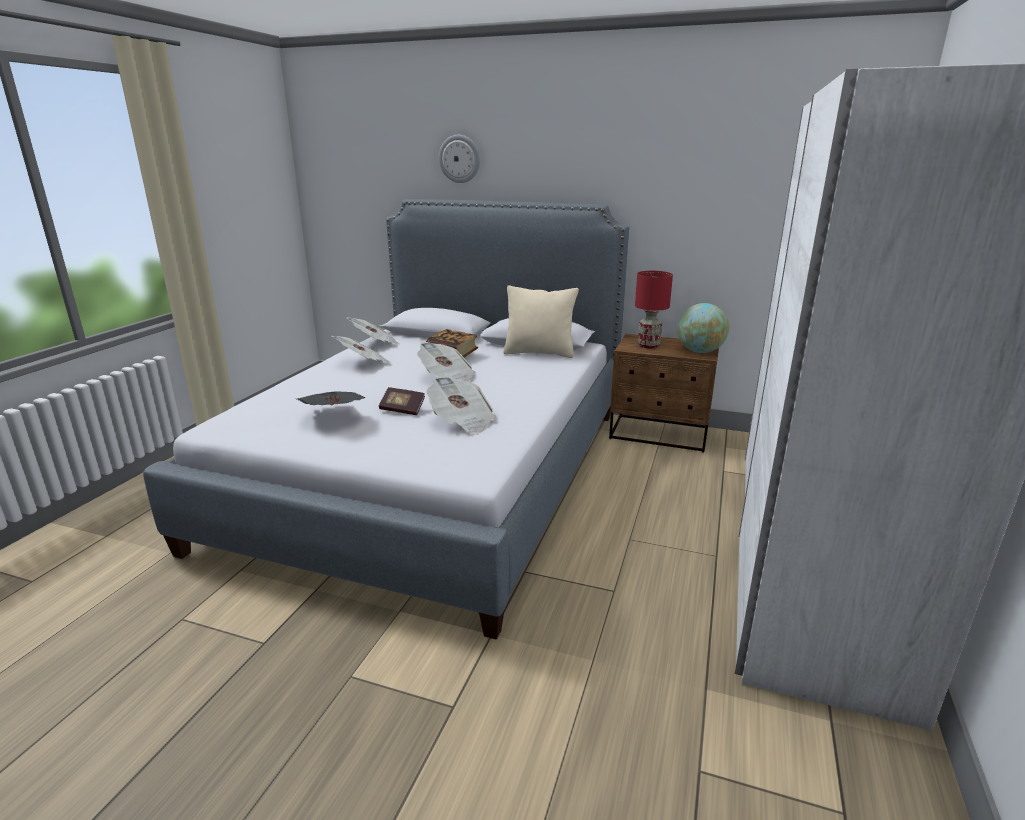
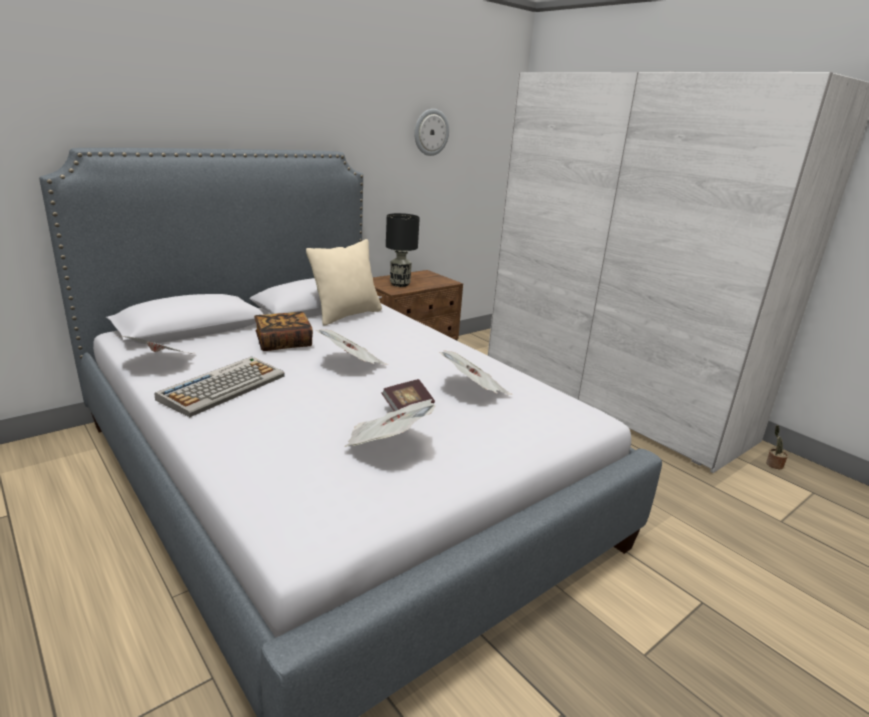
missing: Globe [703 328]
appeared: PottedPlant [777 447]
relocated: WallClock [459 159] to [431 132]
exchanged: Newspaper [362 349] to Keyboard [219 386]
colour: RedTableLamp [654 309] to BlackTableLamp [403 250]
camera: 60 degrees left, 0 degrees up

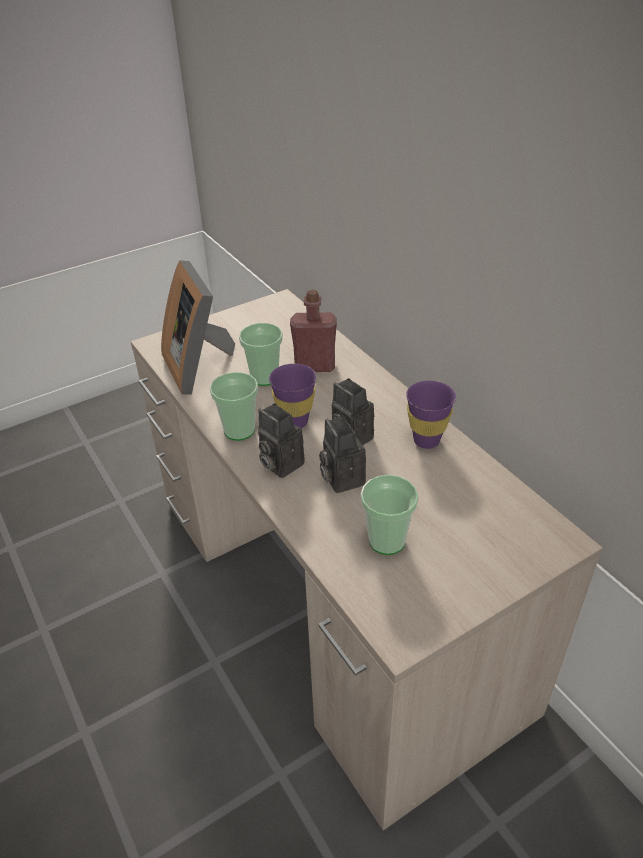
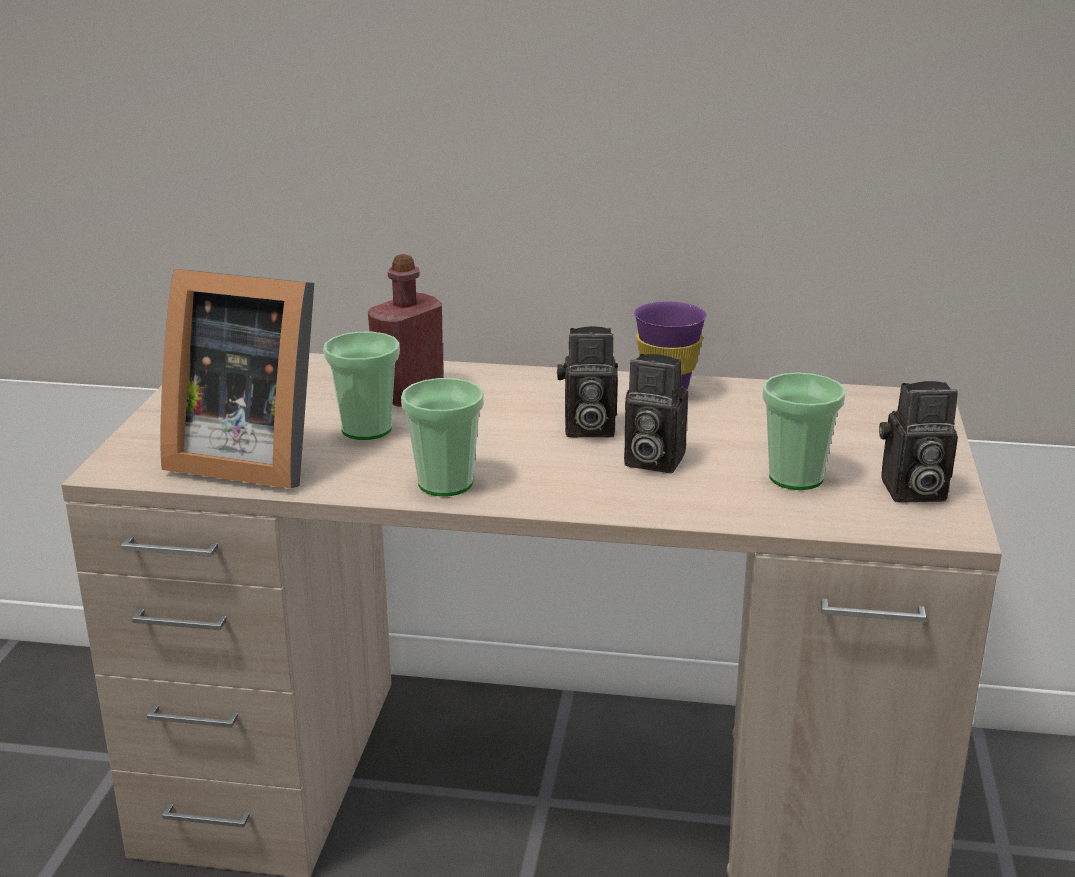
missing: PurpleCup [292 396]
relocated: PhotoCamera [281 440] to [918 442]
camera: 50 degrees left, 15 degrees down

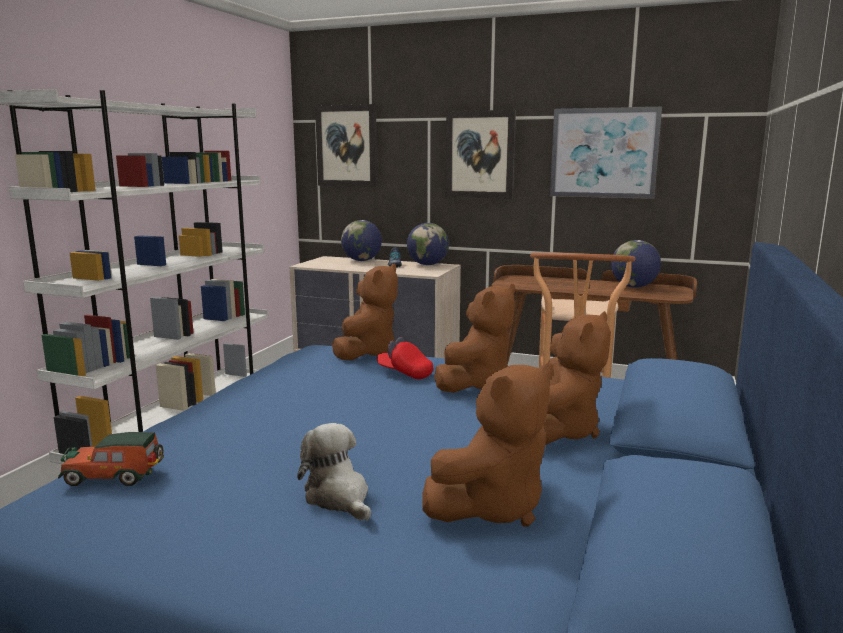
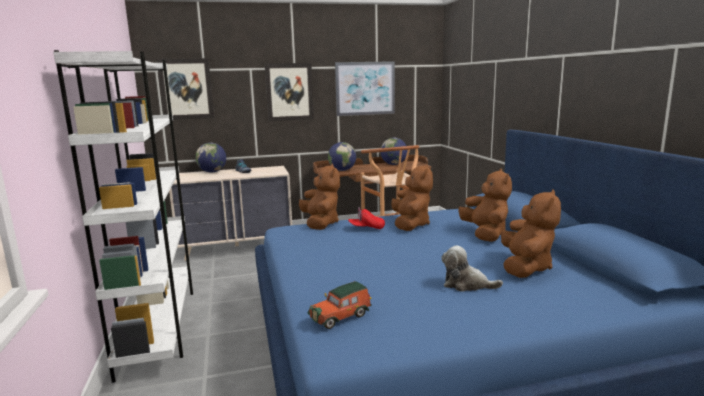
relocated: Globe [428 244] to [342 156]
camera: 35 degrees left, 0 degrees up

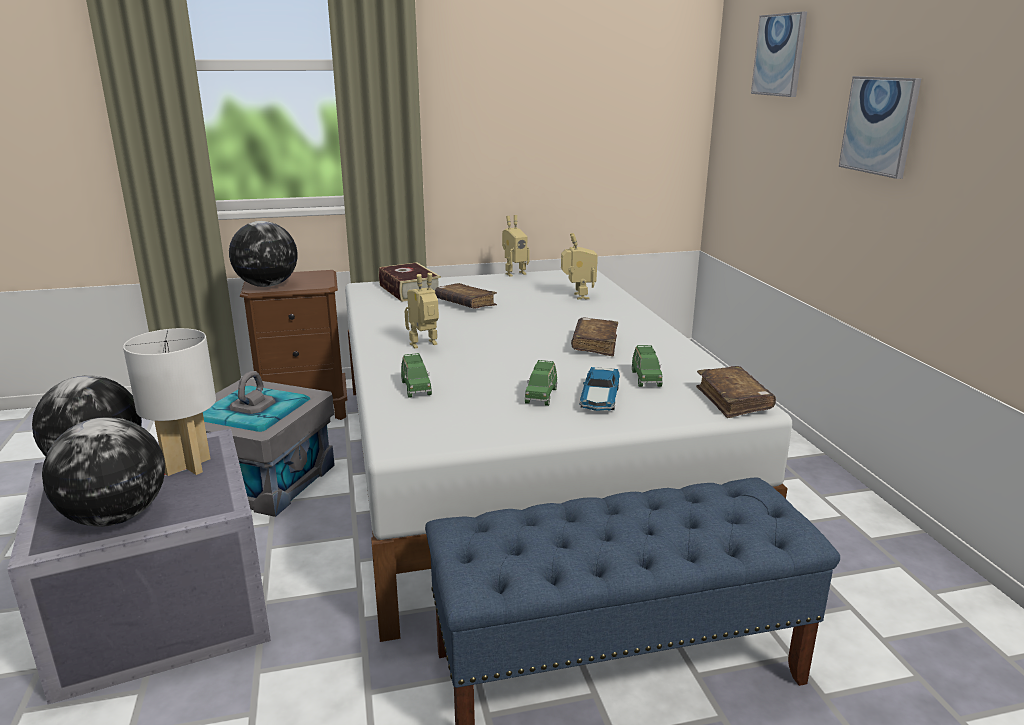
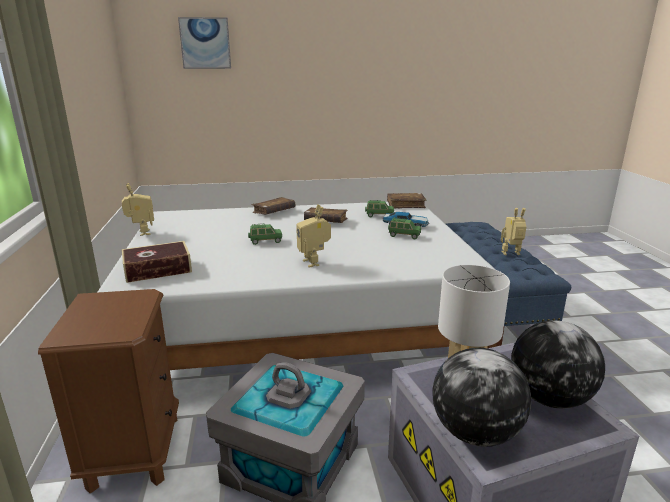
missing: Globe [263 254]; Picture [880 127]
relocated: GreenToyCar [416 375] to [265 234]; BrownBook [466 296] to [273 206]; ToyRobot [579 266] to [513 231]
camera: 85 degrees left, 0 degrees up

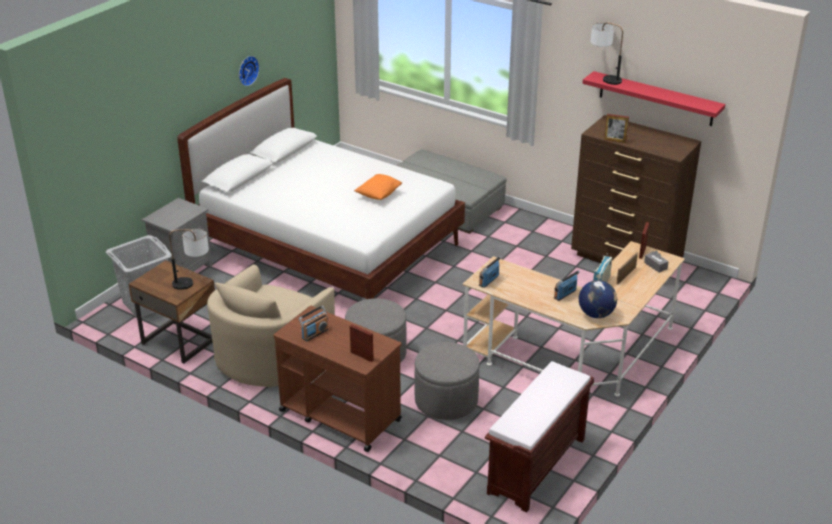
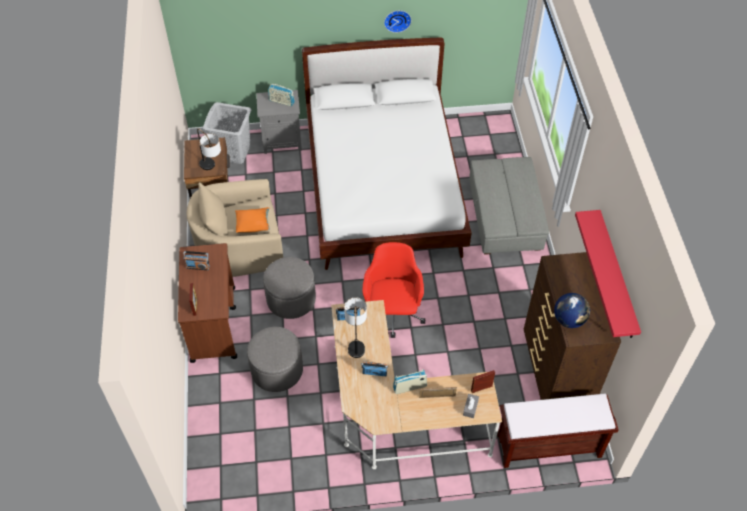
missing: PictureFrame [616 128]
appeared: Radio [281 95]; RedOfficeChair [393 290]
relocated: OrangePillow [378 187] to [252 220]; BrownBench [539 437] to [558 431]; Globe [598 299] to [572 310]; TableLamp [606 53] to [355 327]
camera: 50 degrees right, 20 degrees up

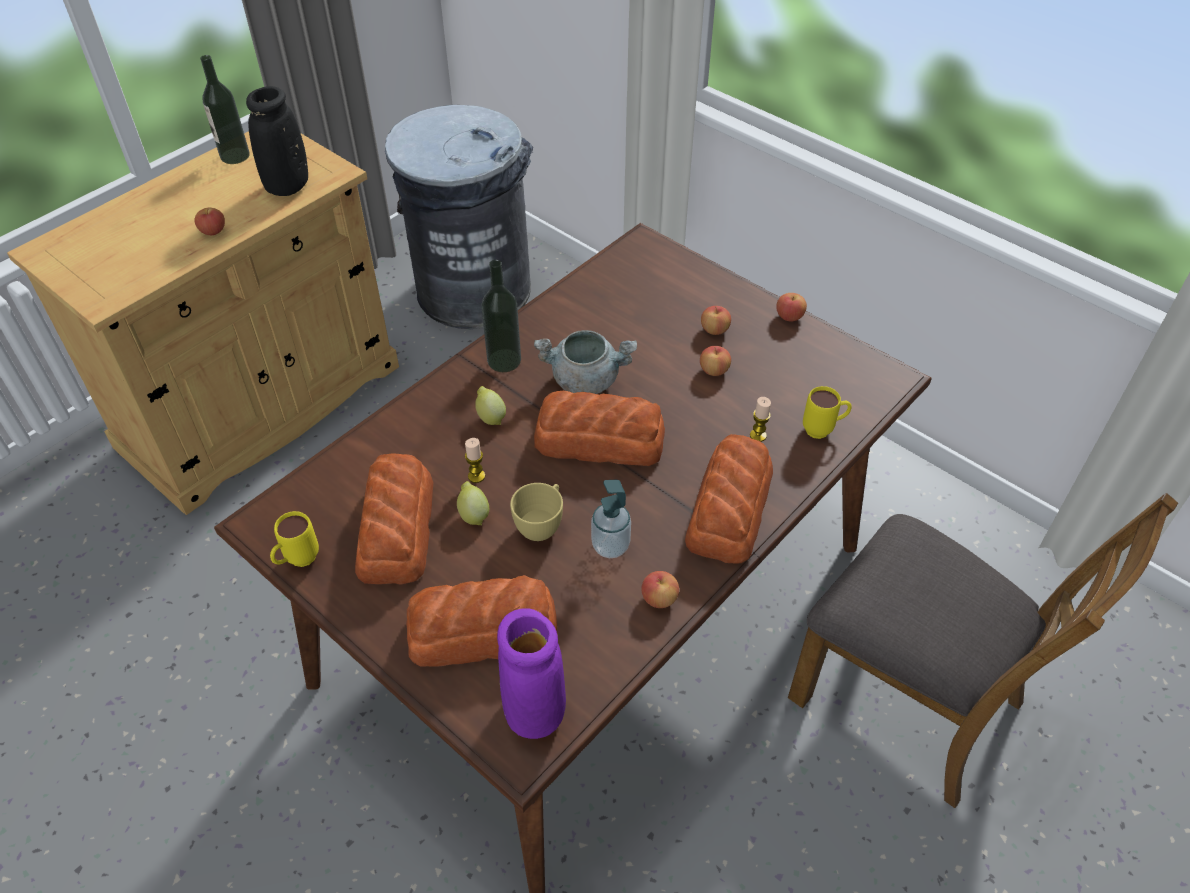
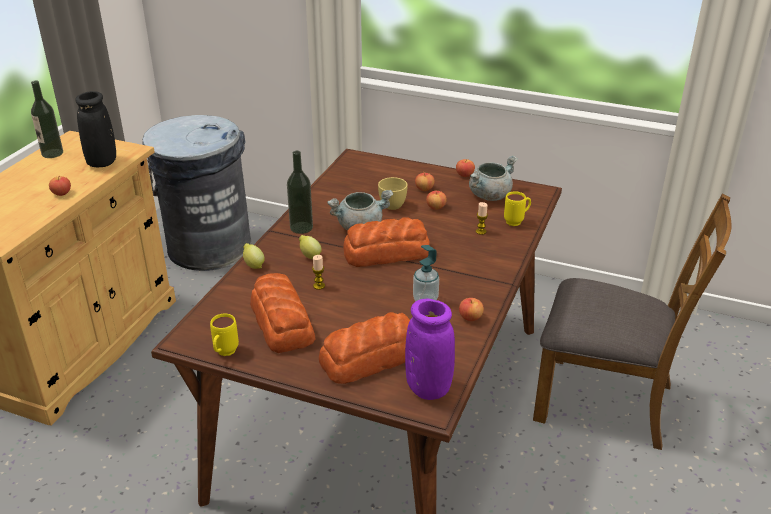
missing: Bread [729 498]
appeared: GreyCookingPot [493 178]
relocated: Lemon [473 503] to [254 256]; YellowCup [536 512] to [393 193]
camera: 20 degrees left, 15 degrees down

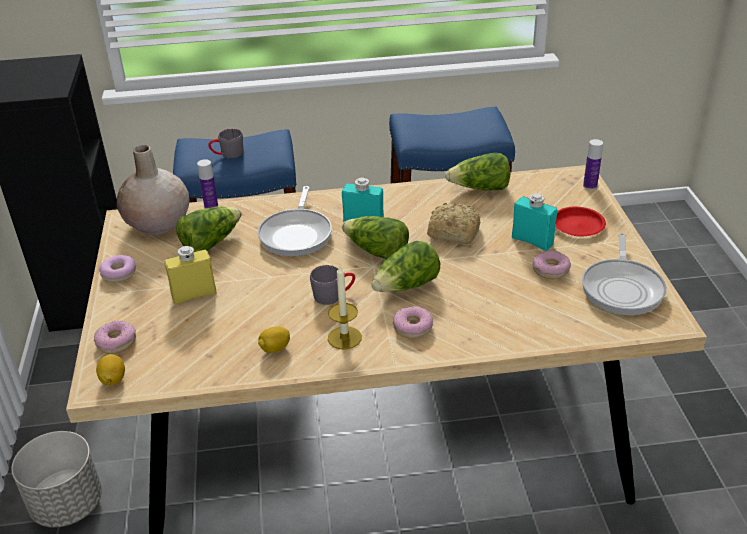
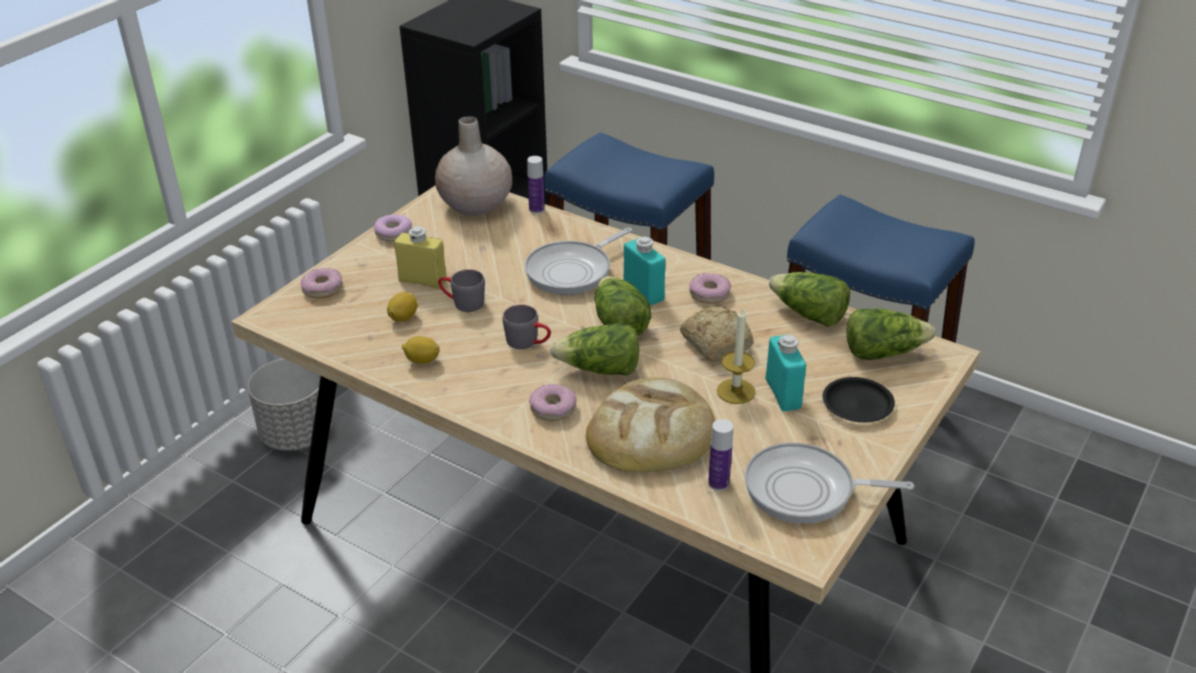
appeared: Bread [650 425]
relocated: Lemon [110 370] to [402 307]; Lettuce [209 229] to [891 334]; GreyMug [225 143] to [461 290]; Candle [345 307] to [736 355]; Donut [552 264] to [710 288]; Bottle [593 164] to [720 455]
colour: RedPlate [580 221] to BlackPlate [859 400]
spun: FryingPan [624 274] = [829 483] 45 degrees clockwise
camera: 40 degrees right, 0 degrees up

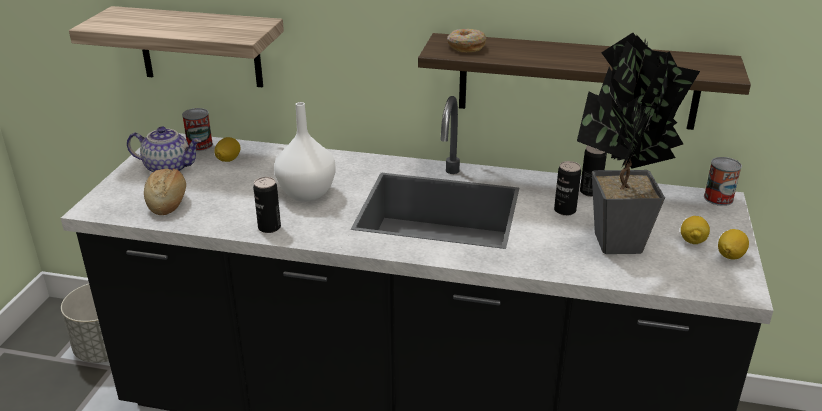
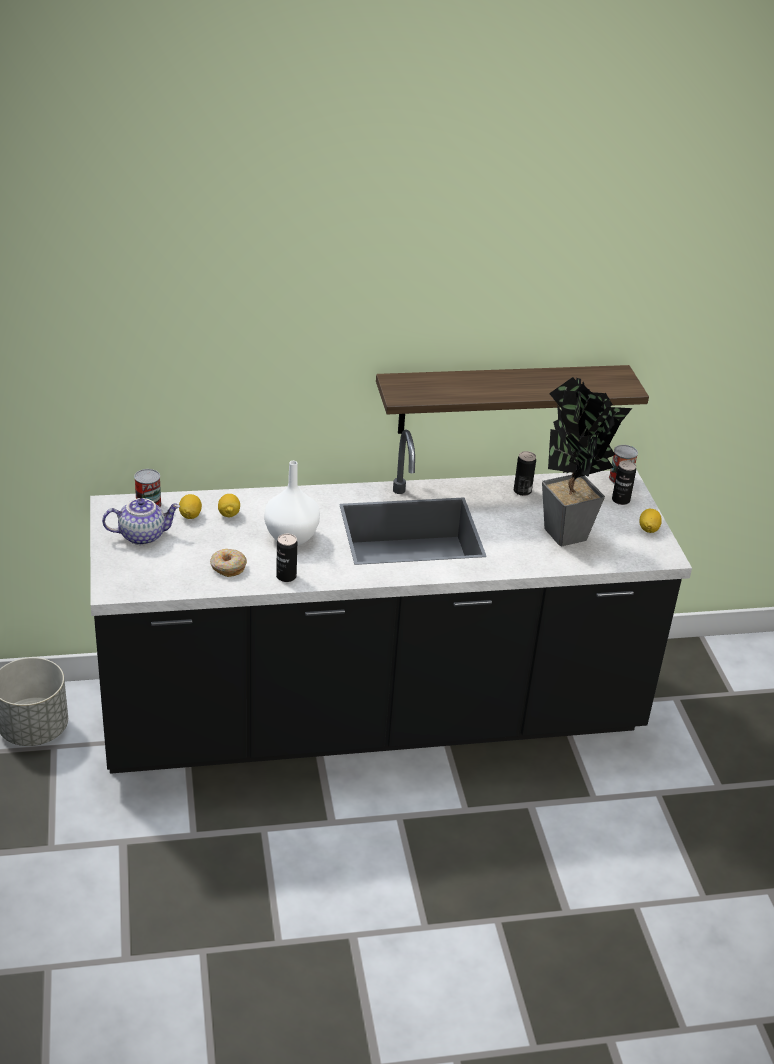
missing: Shelf [176 47]; Bread [165 191]
relocated: Donut [466 40] to [228 563]; Can [567 188] to [624 482]; Lemon [695 230] to [229 505]
camera: 25 degrees left, 5 degrees up

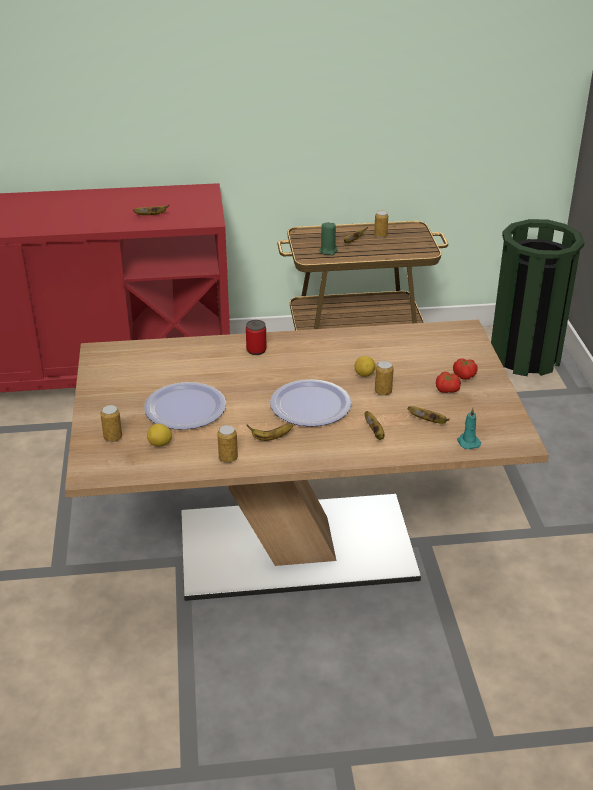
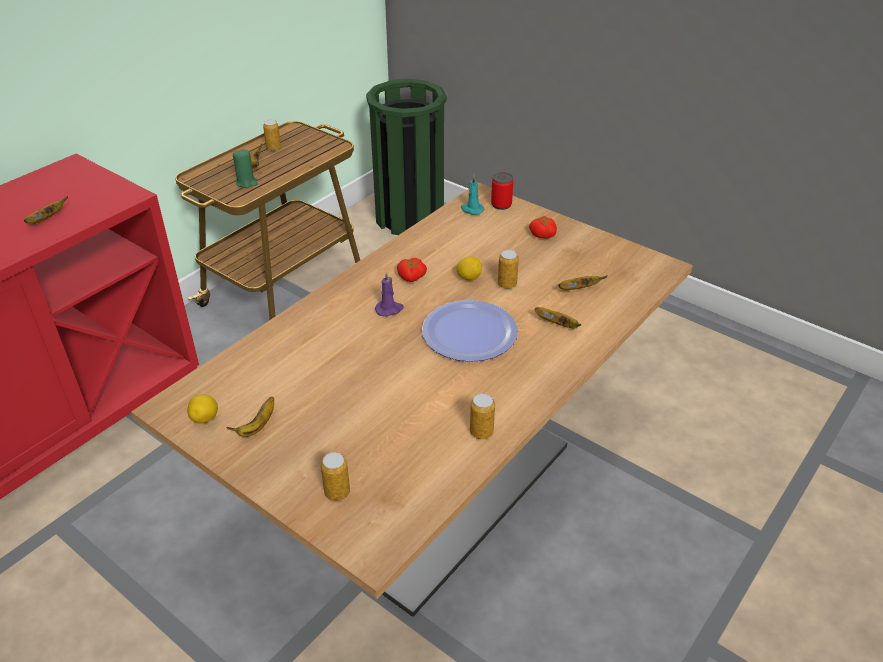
missing: Plate [185 406]
appeared: PurpleCandle [389 294]
relocated: Lemon [159 435] to [202 409]; Can [256 337] to [502 191]; Banana [269 432] to [250 417]; Tomato [448 382] to [412 270]; TurquoiseCandle [469 428] to [472 195]
camera: 45 degrees left, 5 degrees up

